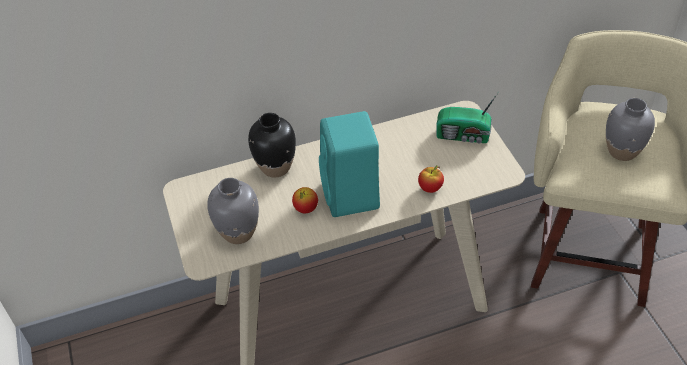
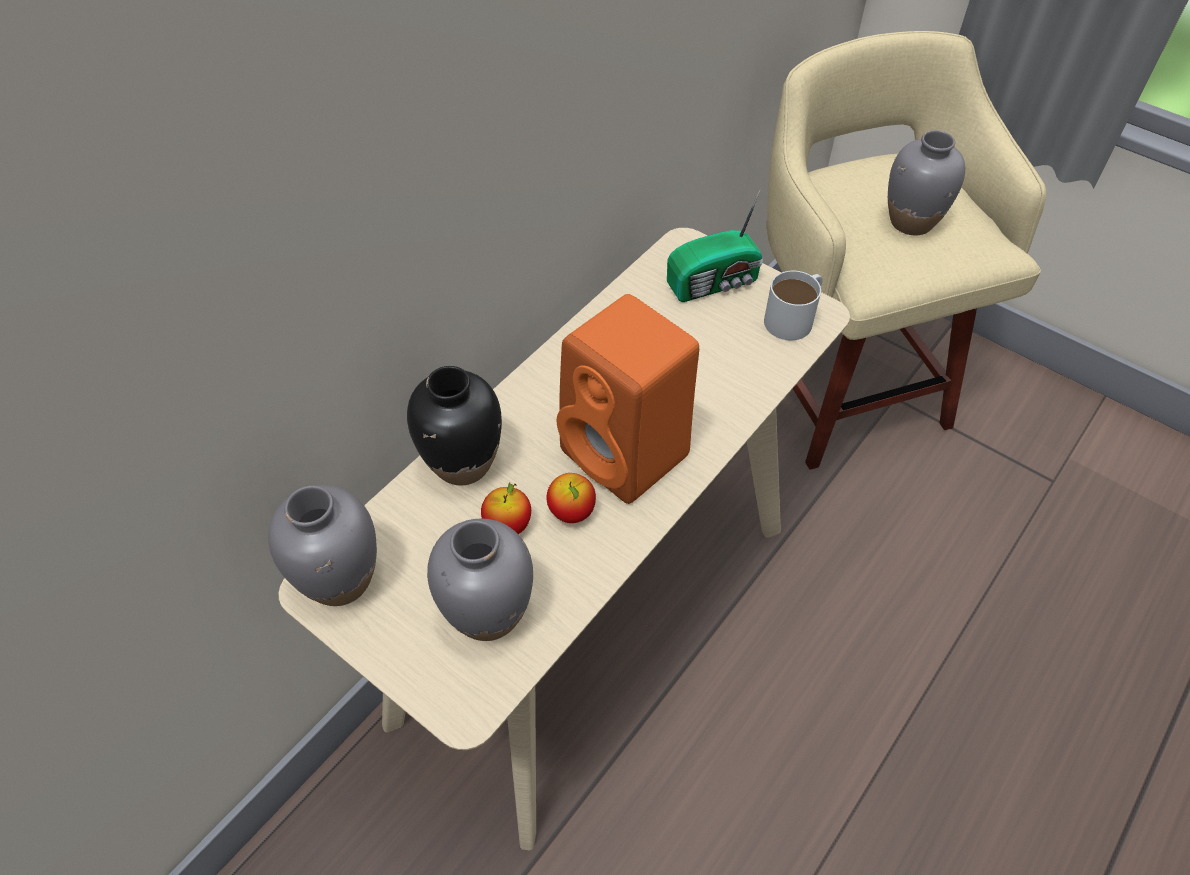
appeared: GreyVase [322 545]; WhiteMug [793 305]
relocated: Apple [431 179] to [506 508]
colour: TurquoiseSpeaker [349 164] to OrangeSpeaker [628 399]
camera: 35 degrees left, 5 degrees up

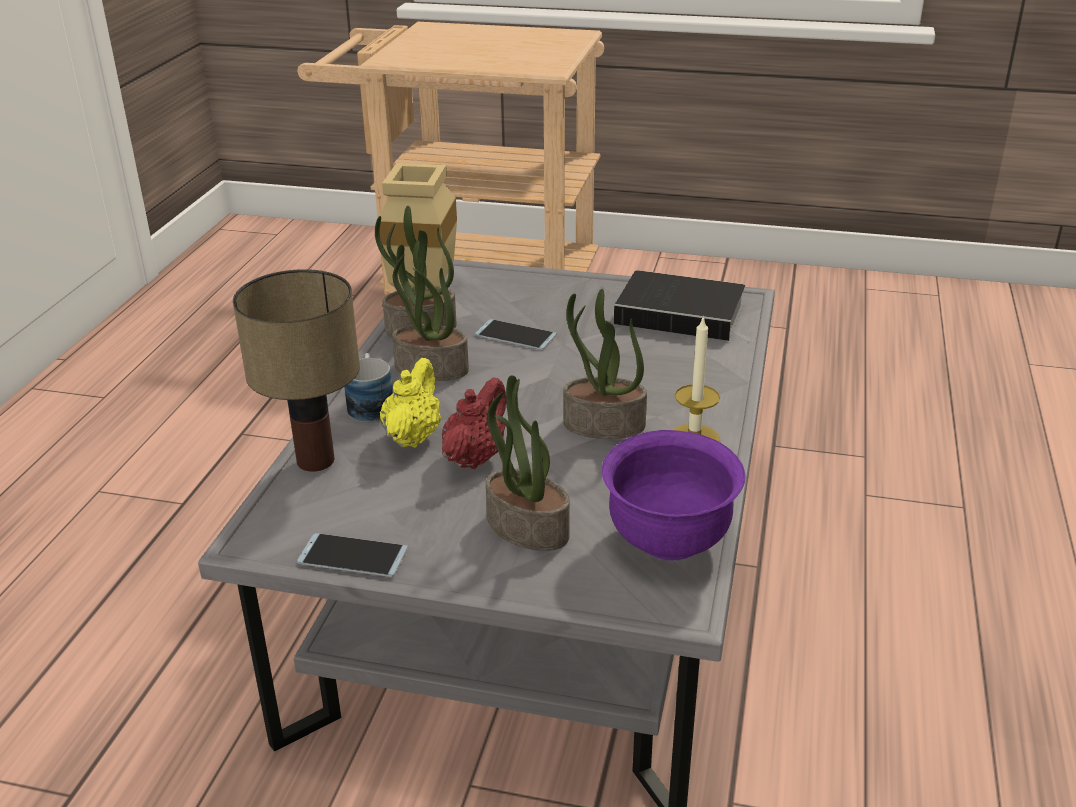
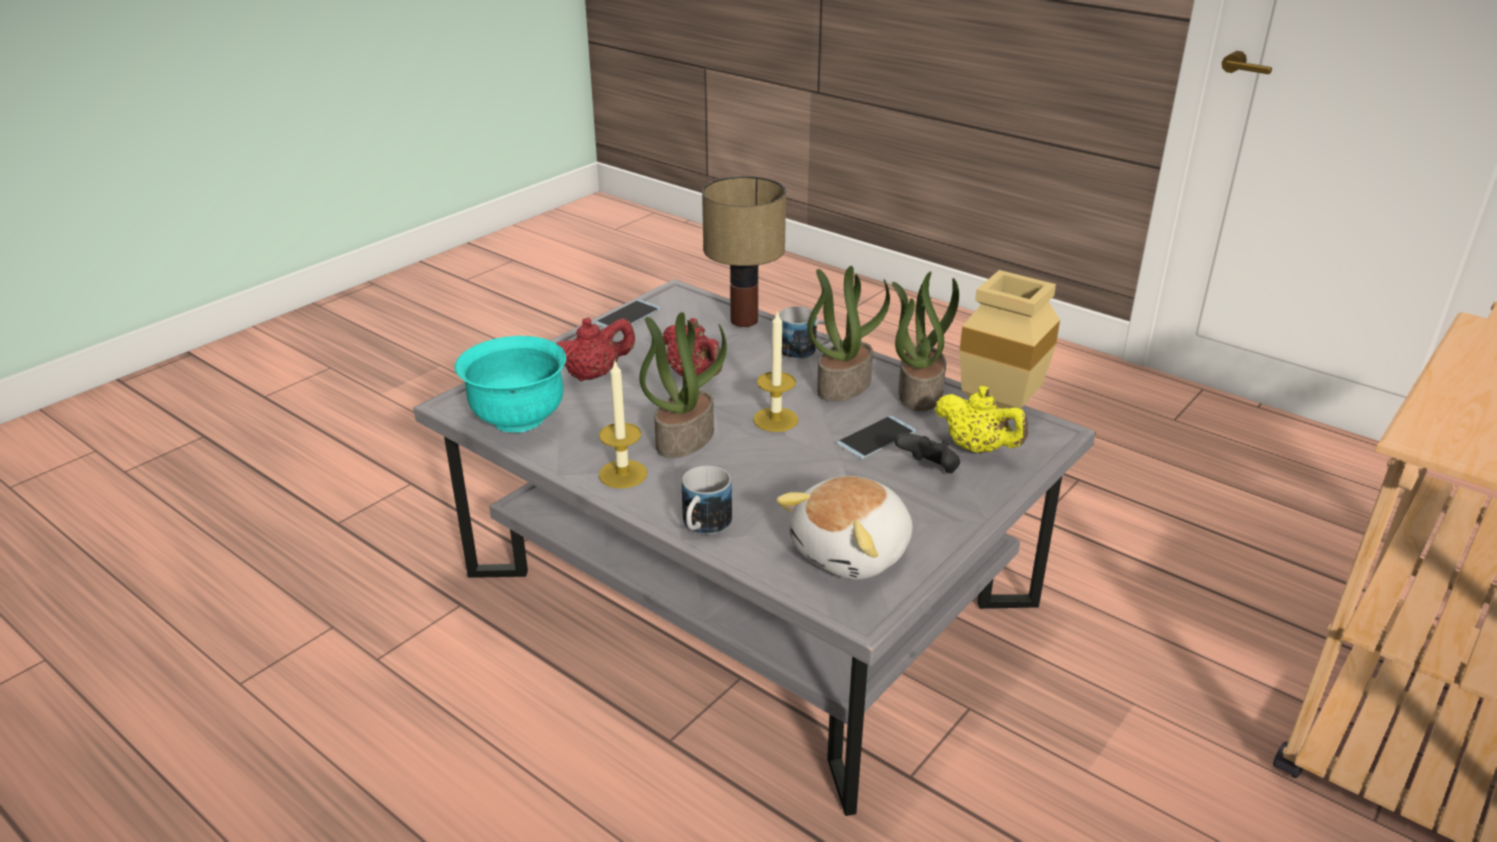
appeared: Mug [707 500]; Candle [775 371]; BlackGameController [927 453]
relocated: YellowTeapot [411 403] to [981 419]
exchanged: PottedPlant [528 463] to RedTeapot [595 349]; Book [684 305] to PlushToy [844 528]
colour: PurpleBowl [673 495] to TurquoiseBowl [510 384]
camera: 115 degrees right, 0 degrees up

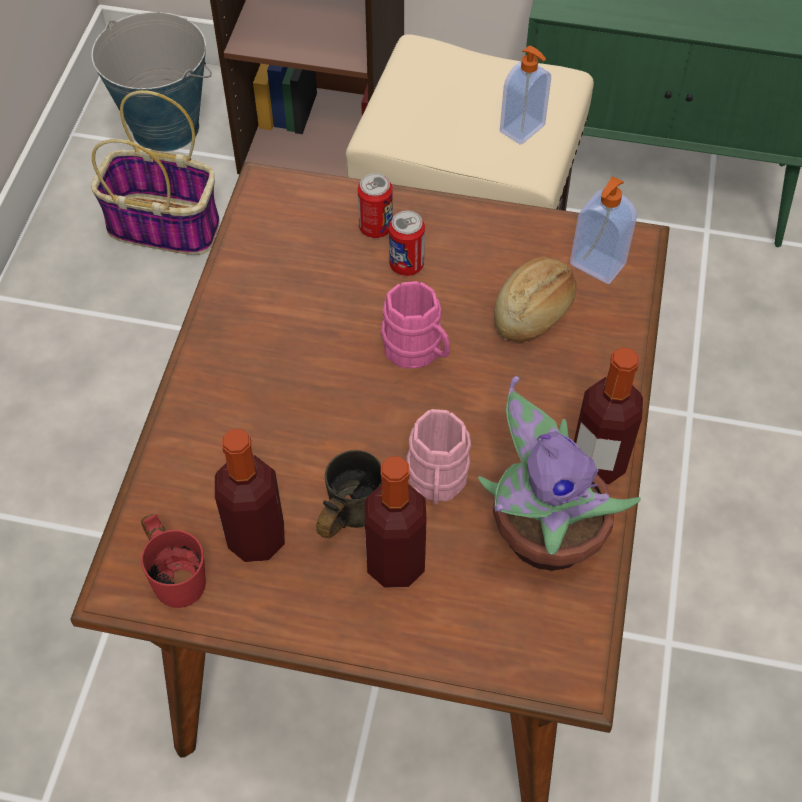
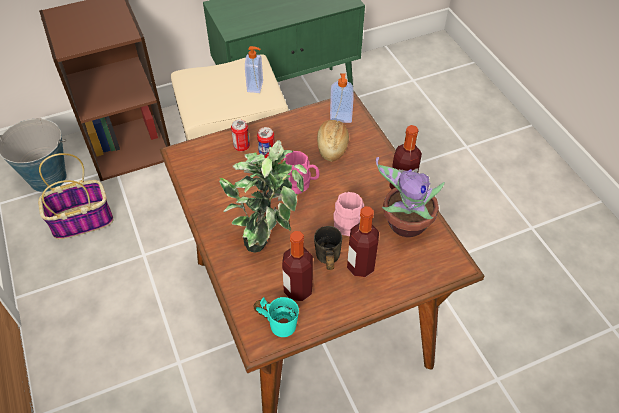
appeared: PottedPlant [263 196]
colour: RedMug [173 561] to TurquoiseMug [276 317]
camera: 35 degrees left, 5 degrees down

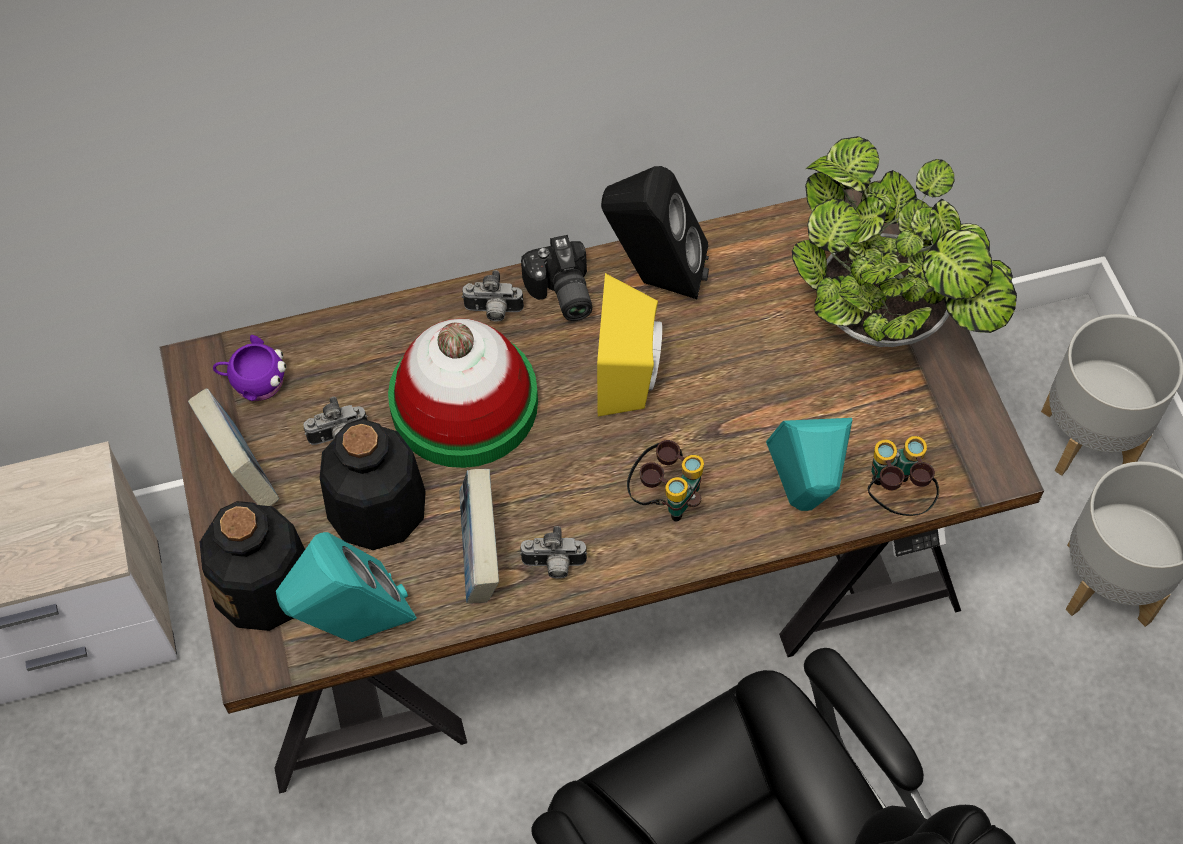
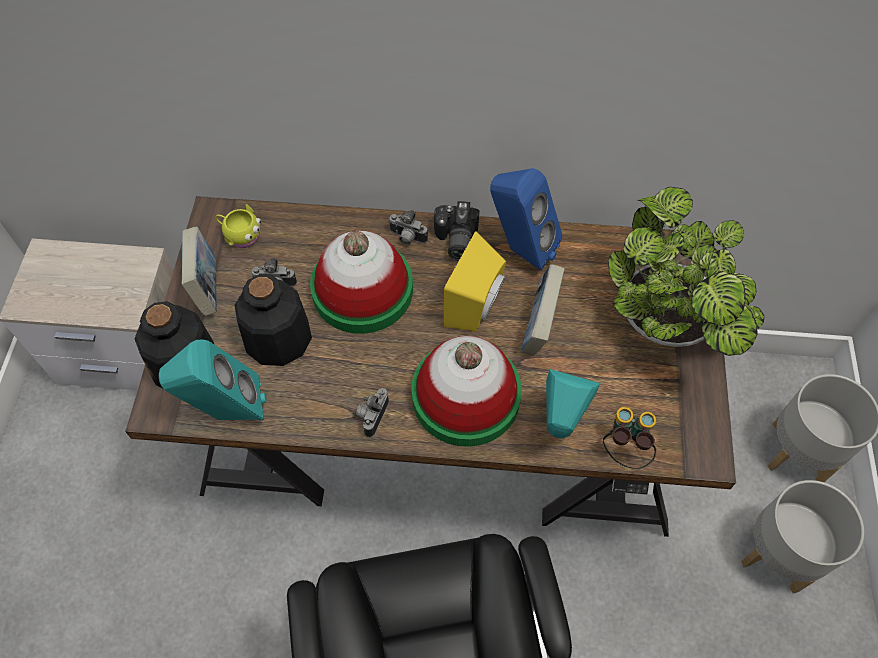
relocated: Book [479 536] to [543 309]
exchanged: Binoculars [665 481] to Hat [466 391]
colour: PurpleMug [249 368] to YellowMug [238 226]; BlackSpeaker [655 232] to BlueSpeaker [526 219]
spun: PhotoCamera [553 552] = [372 412] 90 degrees clockwise
camera: 20 degrees right, 0 degrees up

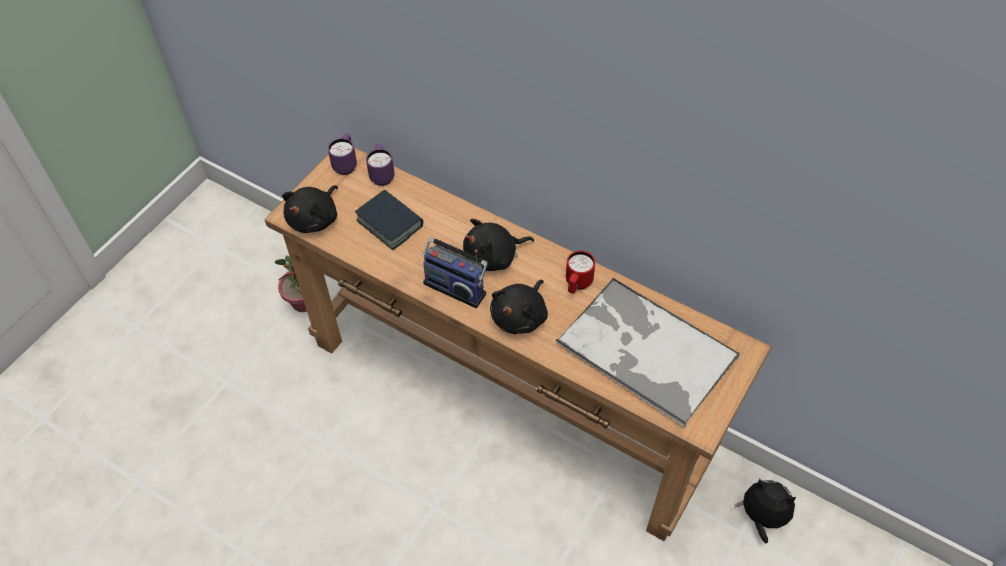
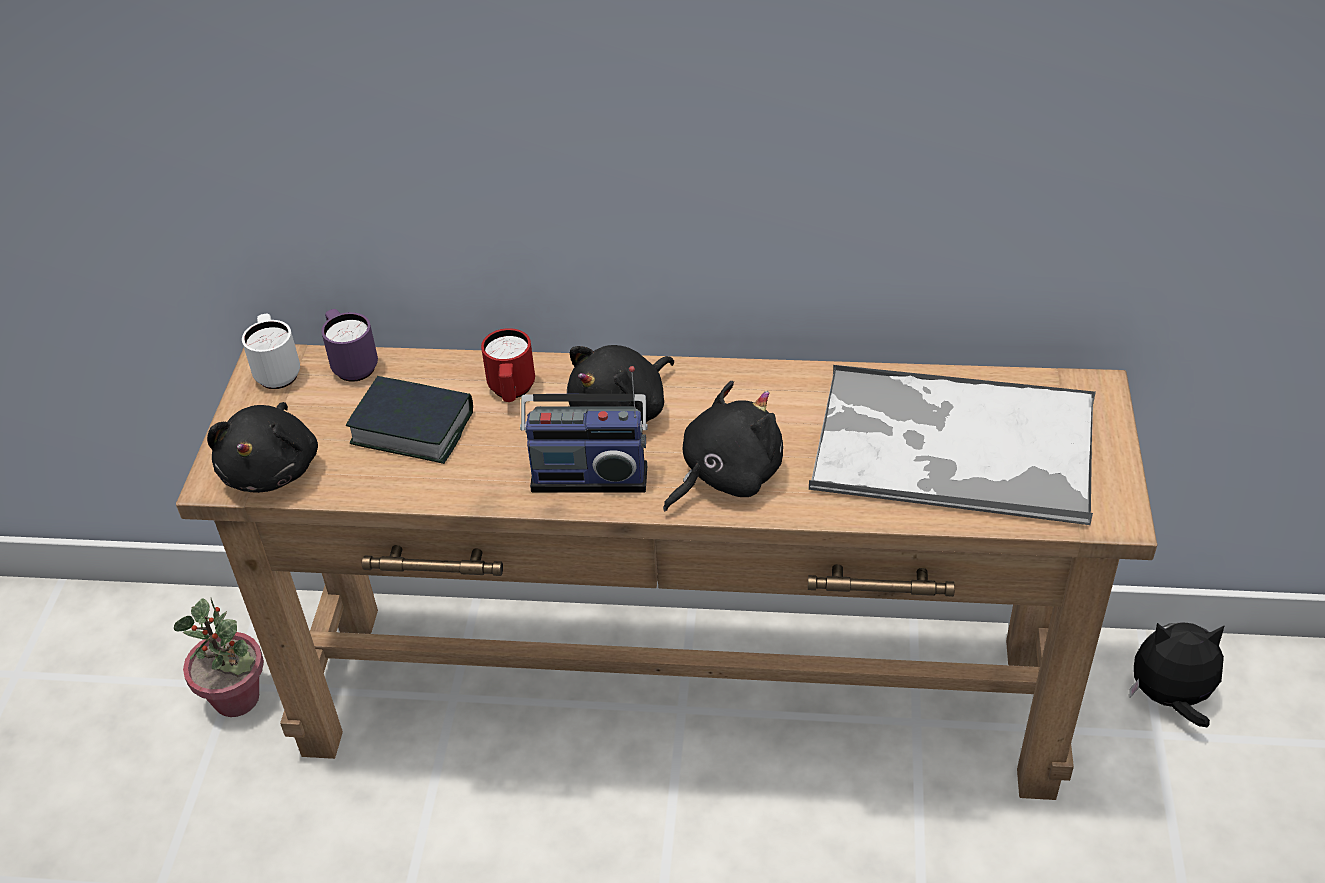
relocated: RedMug [580 272] to [508 365]
colour: PurpleMug [342 154] to WhiteMug [271 351]
spun: BlackPlushToy [519 307] = [723 446] 135 degrees counterclockwise
camera: 25 degrees left, 10 degrees down

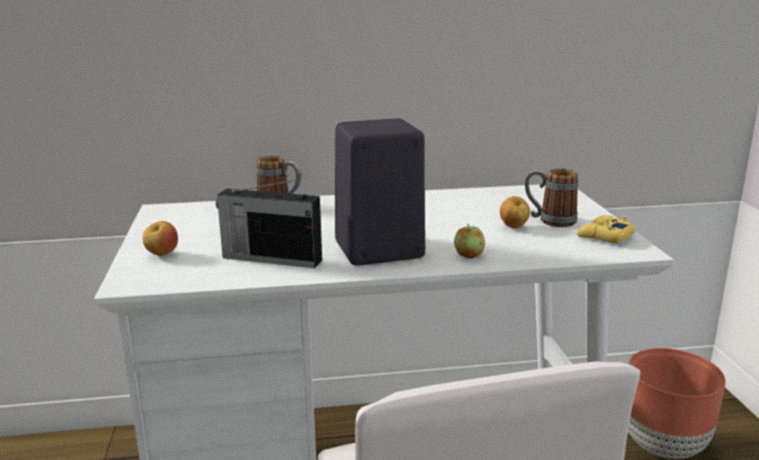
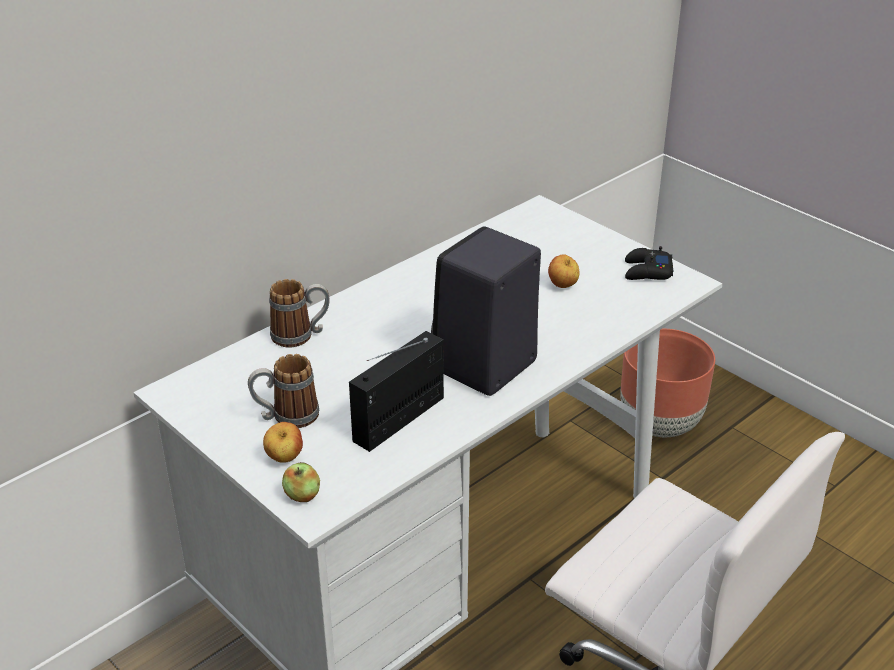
relocated: Apple [469 241] to [301 482]; Mug [551 197] to [283 391]
colour: YellowGameController [606 229] to BlackGameController [649 263]
spun: Radio [269 223] = [396 391] 150 degrees clockwise
camera: 35 degrees left, 15 degrees up

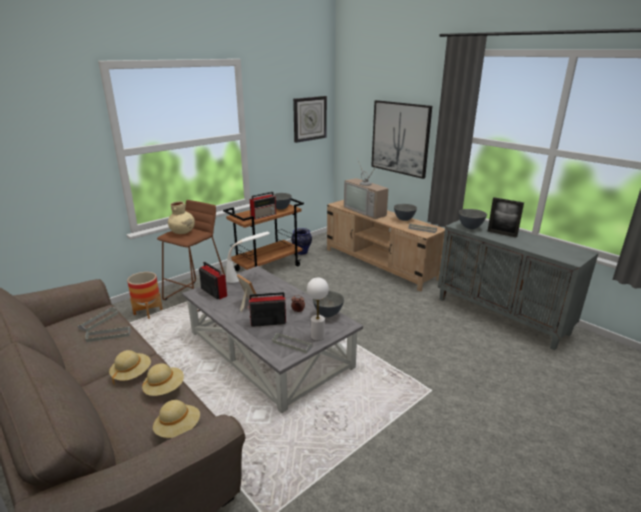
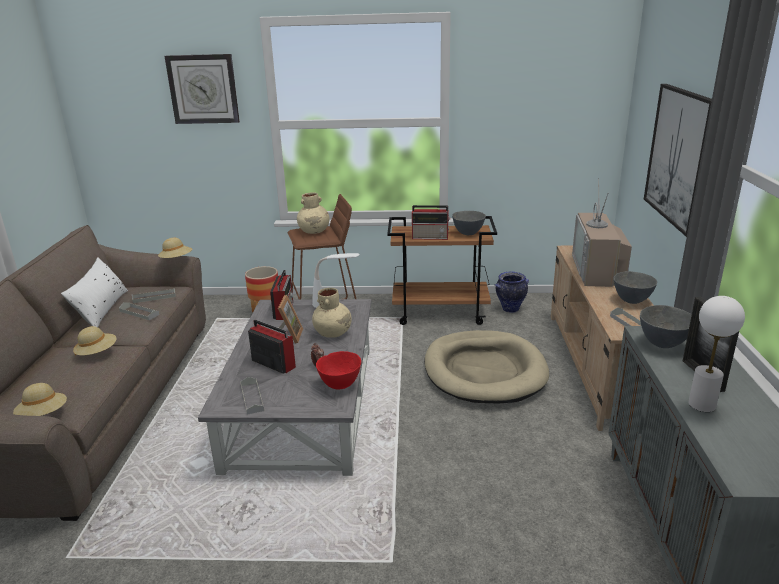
appeared: WhitePillow [94 292]; BeigeVase [332 313]; BeigeDogBed [486 367]
relocated: BeigeHat [163 379] to [175 248]; WallClock [310 119] to [202 89]; WhiteTableLamp [318 309] to [716 354]
colour: GreyBowl [328 304] to RedBowl [338 370]
camera: 45 degrees right, 0 degrees up

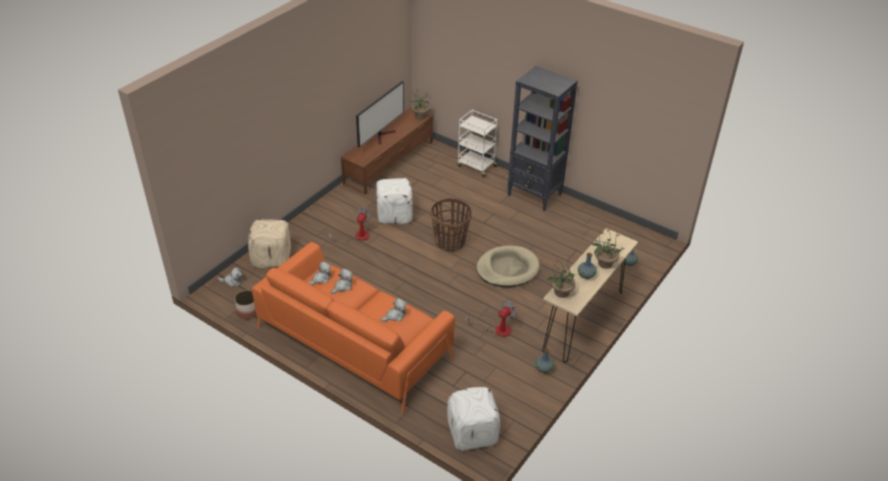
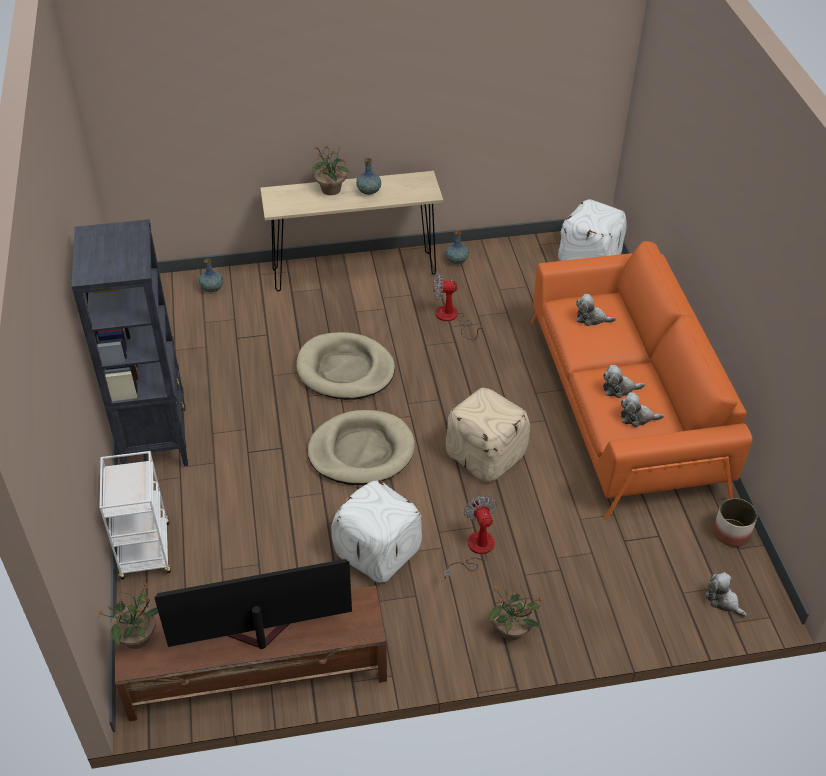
relocated: BeigeOttoman [269 243] to [488 434]; PottedPlant [563 278] to [516 613]
exchanged: Basket [451 225] to BeigeDogBed [361 447]
spun: Fan [350 225] = [470 537] 105 degrees clockwise
camera: 135 degrees left, 5 degrees up

